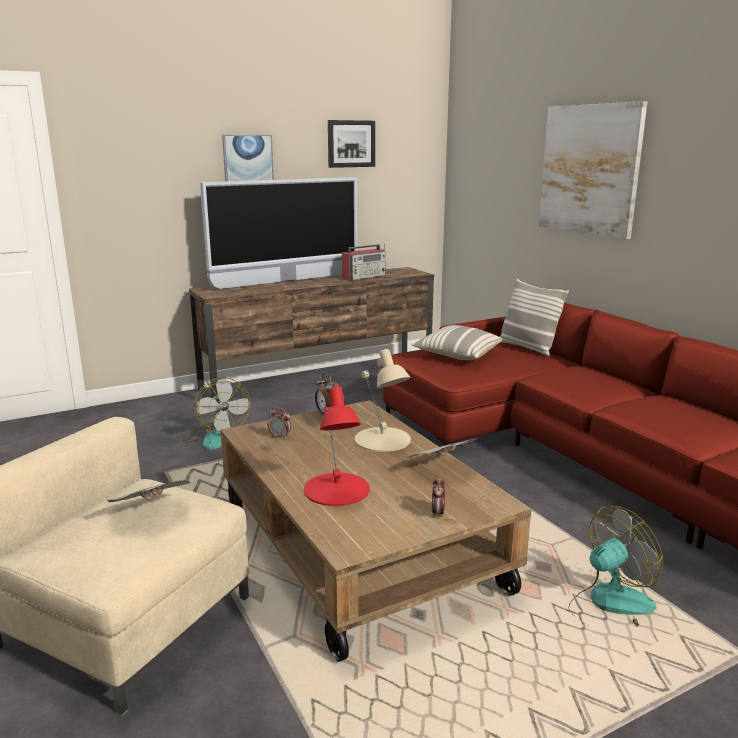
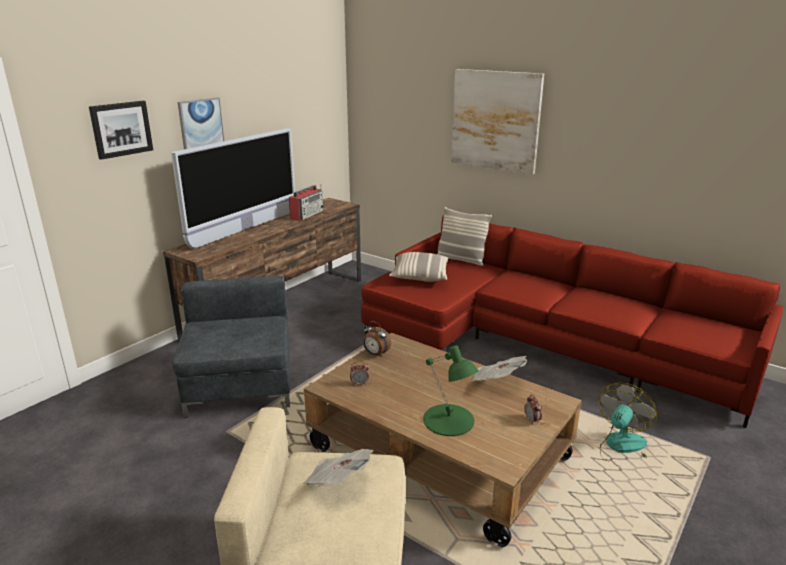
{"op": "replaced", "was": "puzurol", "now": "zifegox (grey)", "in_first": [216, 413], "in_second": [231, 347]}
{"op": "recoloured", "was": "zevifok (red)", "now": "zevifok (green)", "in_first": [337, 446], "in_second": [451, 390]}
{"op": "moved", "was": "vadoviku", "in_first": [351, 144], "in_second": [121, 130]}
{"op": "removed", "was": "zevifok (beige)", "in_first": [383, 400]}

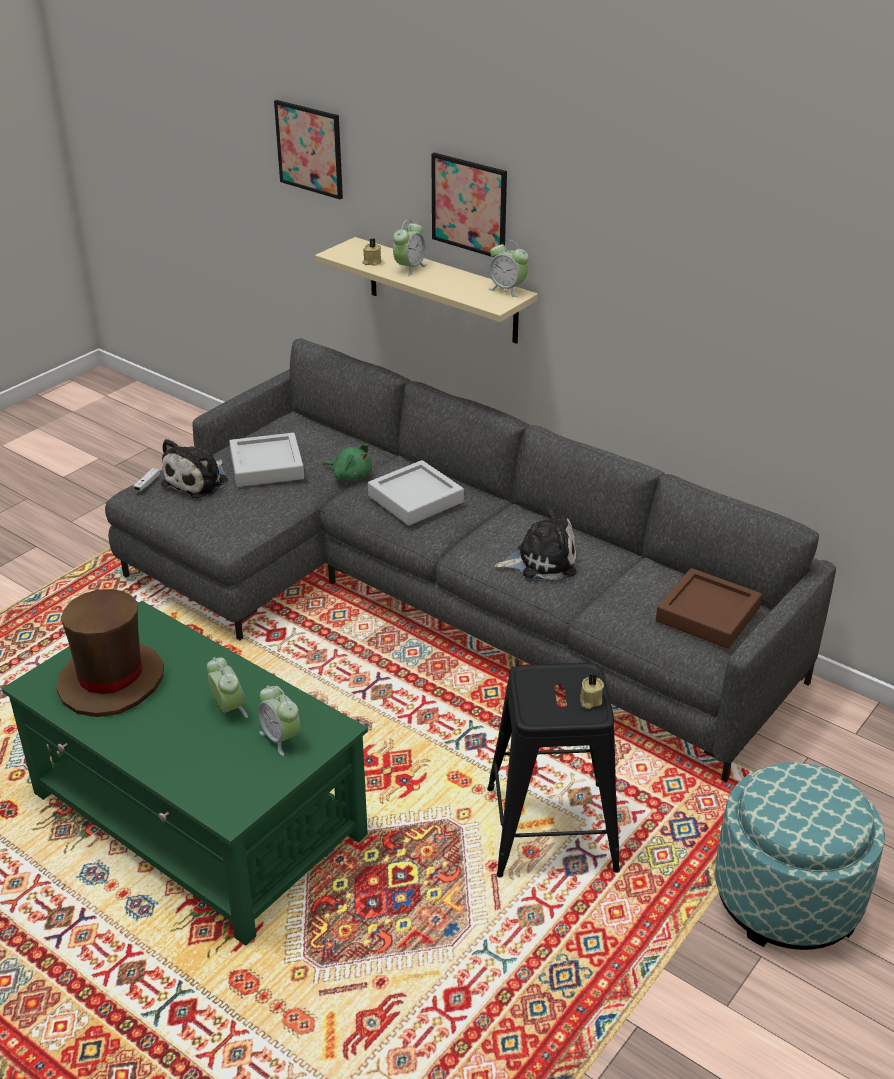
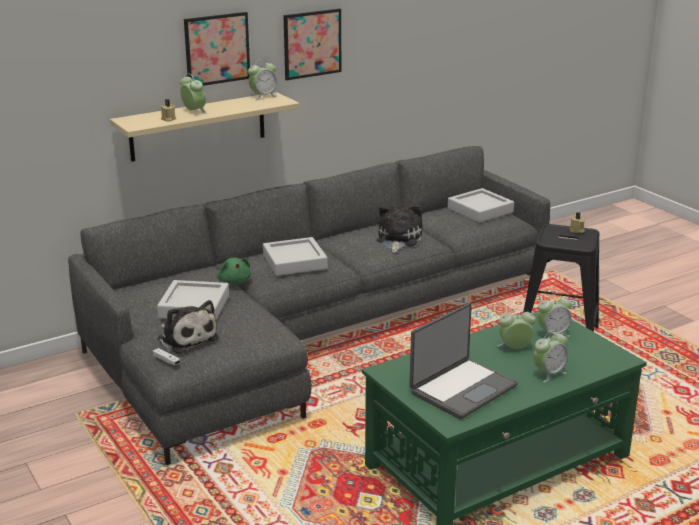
{"op": "replaced", "was": "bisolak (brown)", "now": "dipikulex", "in_first": [110, 653], "in_second": [463, 361]}
{"op": "moved", "was": "vadoviku", "in_first": [308, 149], "in_second": [312, 44]}
{"op": "turned", "was": "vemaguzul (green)", "in_first": [347, 462], "in_second": [234, 271], "clockwise": 105}
{"op": "recoloured", "was": "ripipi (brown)", "now": "ripipi (grey)", "in_first": [709, 608], "in_second": [481, 205]}
{"op": "removed", "was": "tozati", "in_first": [800, 856]}
{"op": "added", "now": "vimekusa", "in_second": [550, 356]}

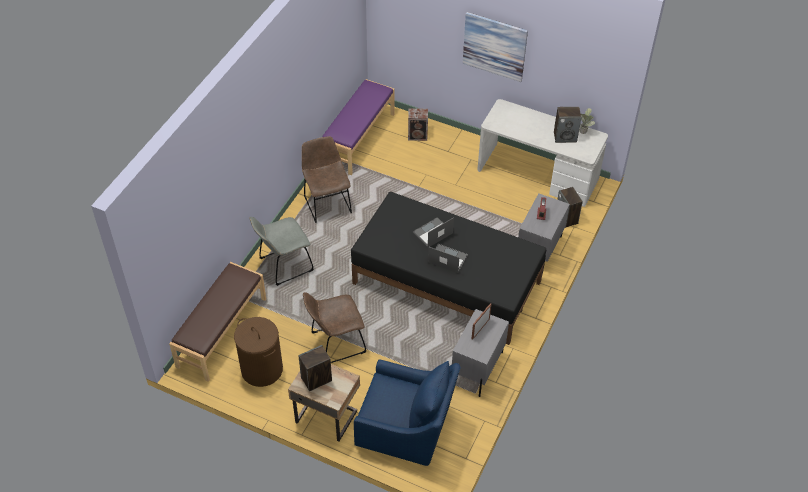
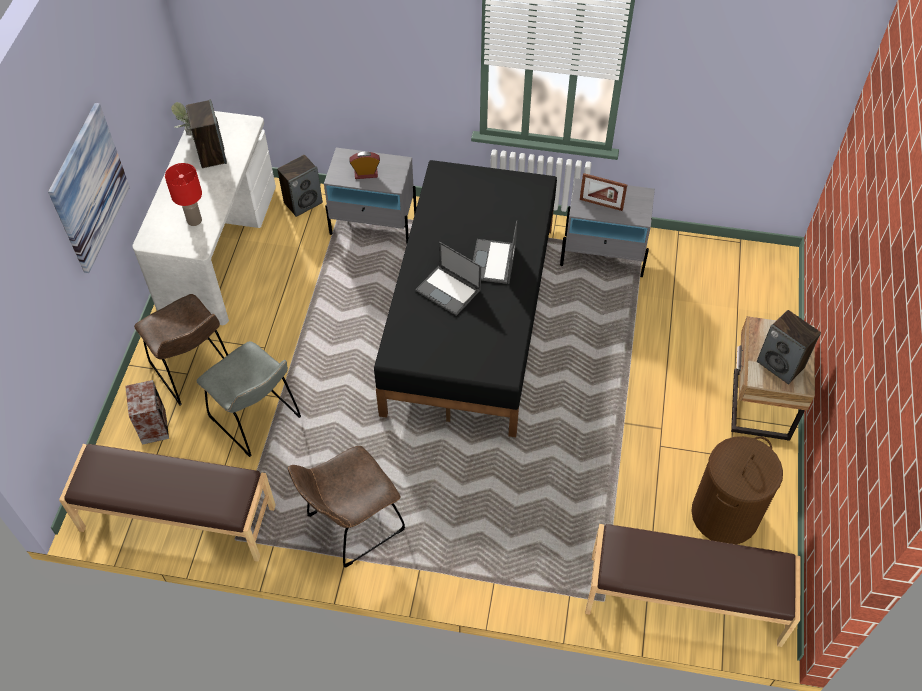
{"op": "moved", "was": "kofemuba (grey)", "in_first": [281, 251], "in_second": [249, 399]}
{"op": "moved", "was": "kofemuba (brown)", "in_first": [334, 327], "in_second": [181, 349]}
{"op": "recoloured", "was": "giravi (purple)", "now": "giravi (brown)", "in_first": [358, 127], "in_second": [167, 503]}
{"op": "removed", "was": "zifegox (blue)", "in_first": [407, 412]}
{"op": "added", "now": "zevifok (red)", "in_second": [183, 194]}

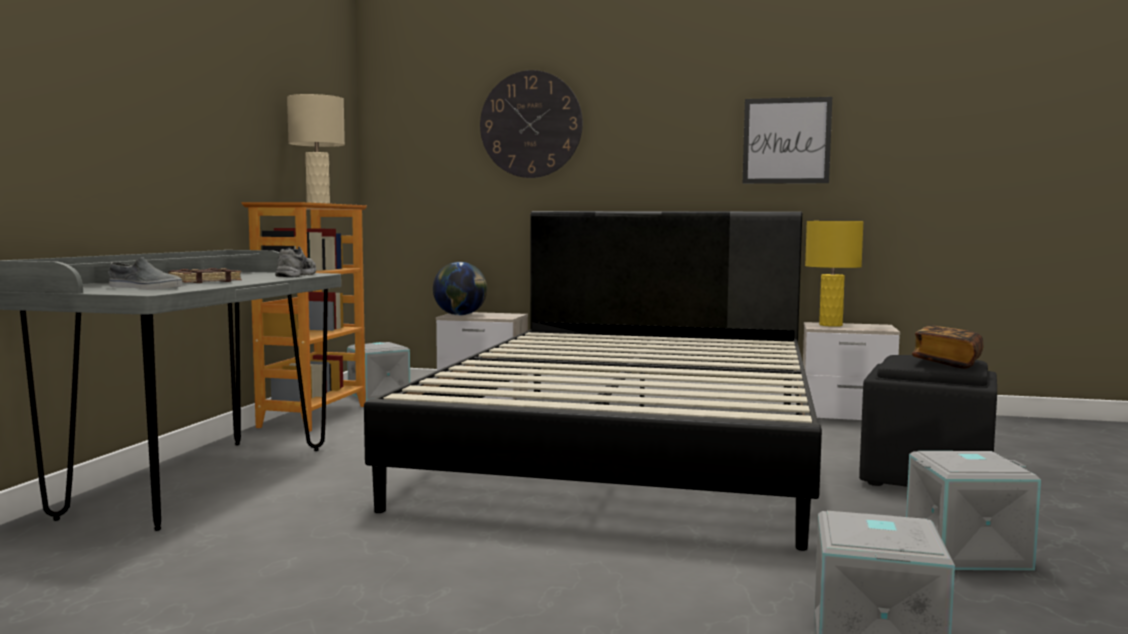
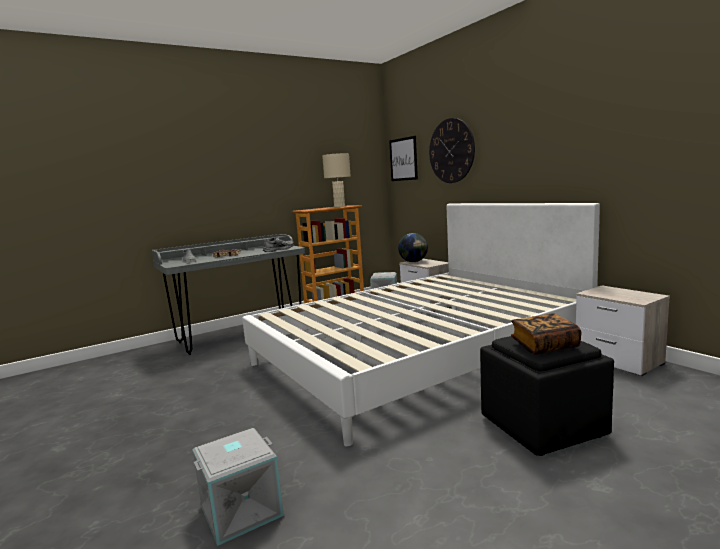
{"op": "recoloured", "was": "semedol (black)", "now": "semedol (white)", "in_first": [593, 381], "in_second": [421, 324]}
{"op": "moved", "was": "vadoviku", "in_first": [787, 140], "in_second": [403, 158]}
{"op": "removed", "was": "zevifok (yellow)", "in_first": [834, 274]}
{"op": "removed", "was": "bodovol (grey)", "in_first": [973, 511]}

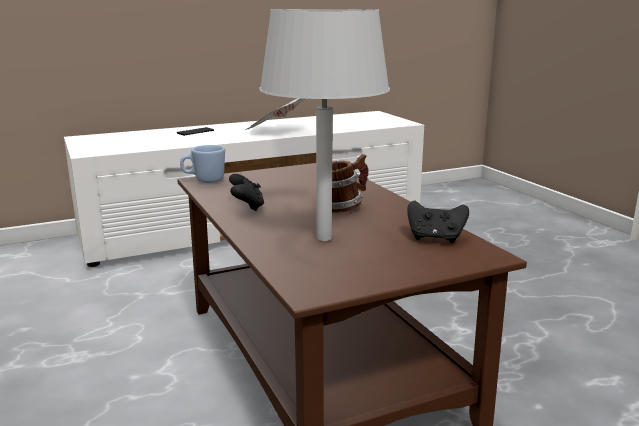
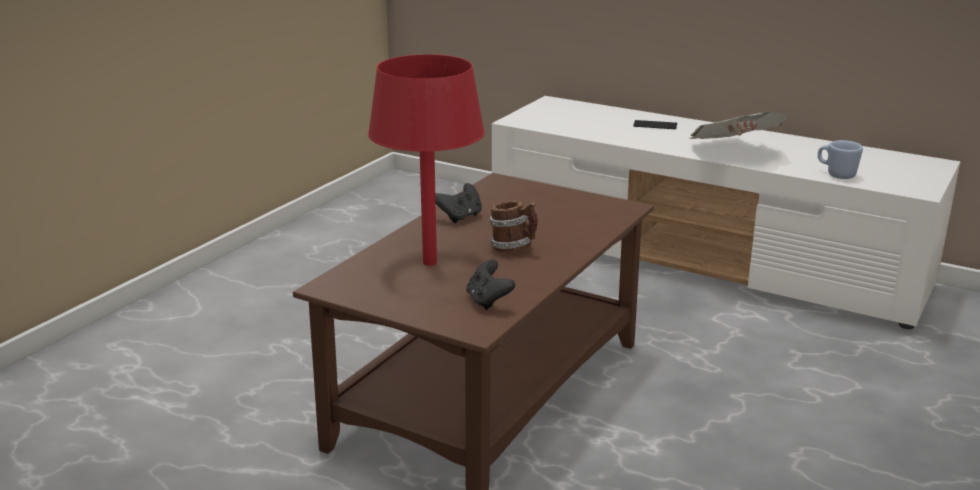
{"op": "moved", "was": "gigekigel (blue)", "in_first": [202, 164], "in_second": [840, 159]}
{"op": "recoloured", "was": "zevifok (grey)", "now": "zevifok (red)", "in_first": [324, 125], "in_second": [426, 160]}

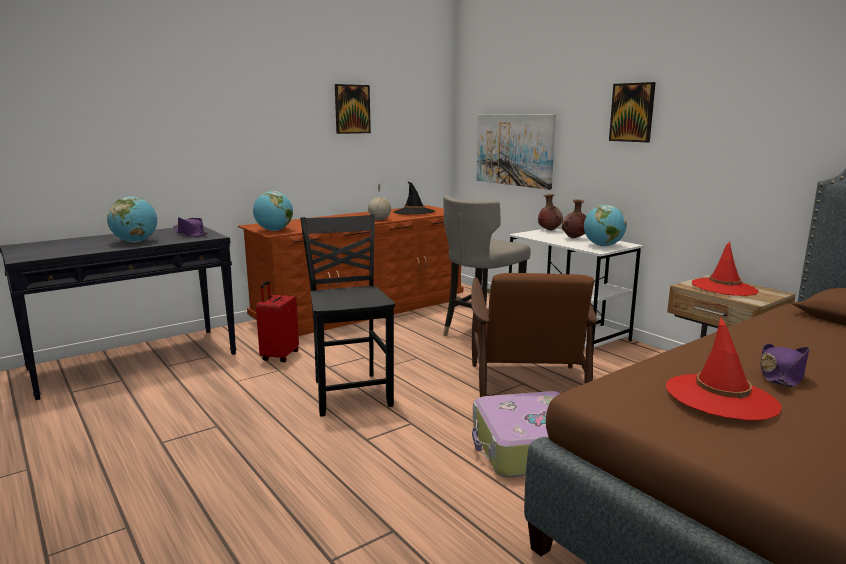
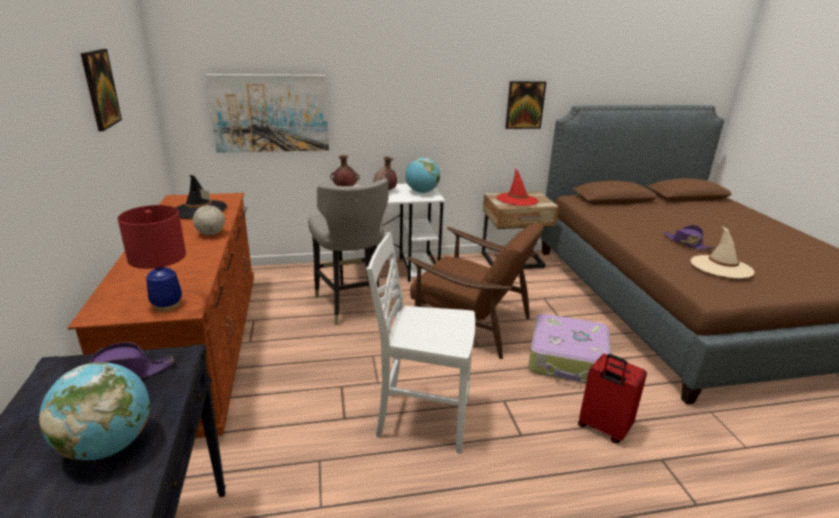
{"op": "replaced", "was": "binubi", "now": "zevifok (red)", "in_first": [273, 211], "in_second": [152, 258]}
{"op": "moved", "was": "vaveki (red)", "in_first": [277, 321], "in_second": [612, 398]}
{"op": "recoloured", "was": "kofemuba (black)", "now": "kofemuba (white)", "in_first": [347, 315], "in_second": [420, 343]}
{"op": "moved", "was": "vadoviku", "in_first": [632, 112], "in_second": [526, 105]}
{"op": "recoloured", "was": "bisolak (red)", "now": "bisolak (beige)", "in_first": [724, 368], "in_second": [722, 252]}

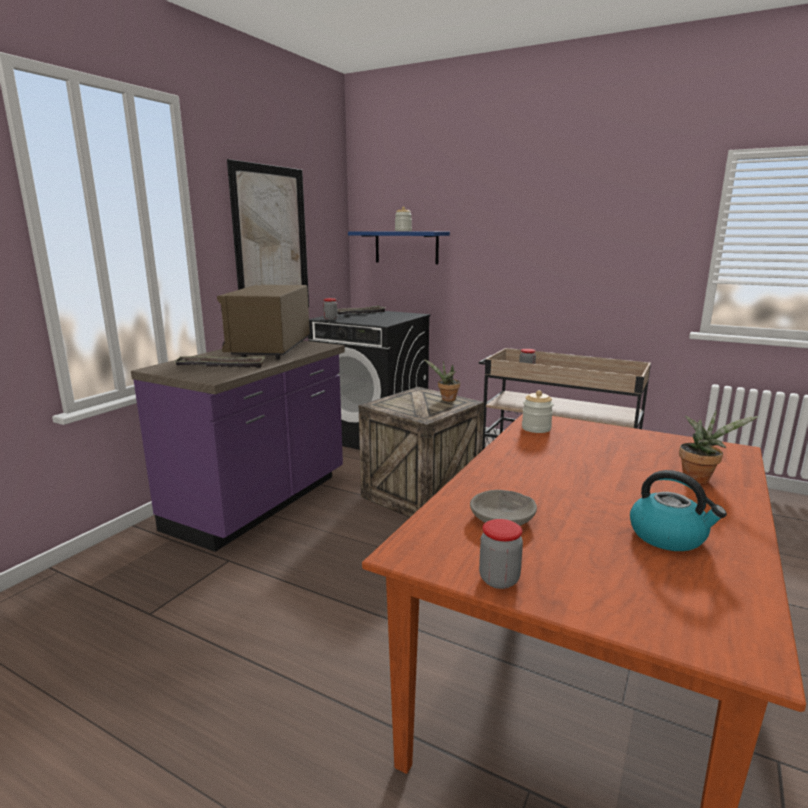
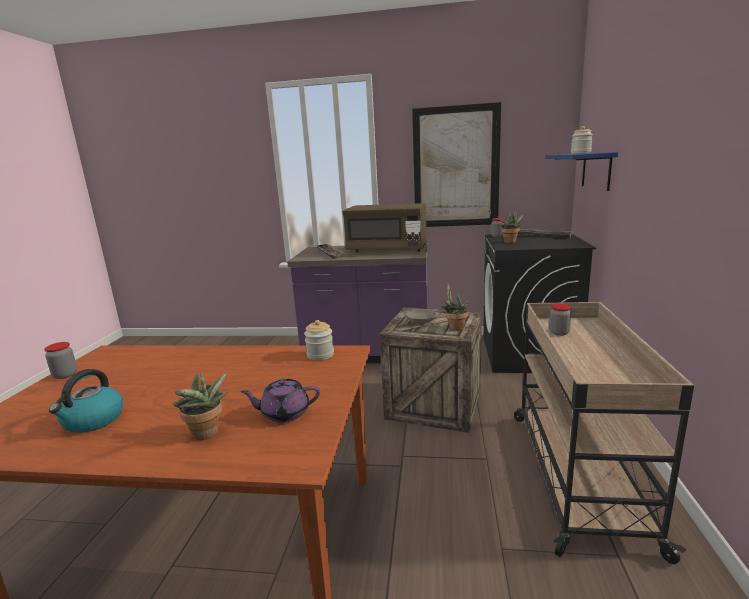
{"op": "turned", "was": "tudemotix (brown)", "in_first": [263, 322], "in_second": [384, 227], "clockwise": -150}
{"op": "moved", "was": "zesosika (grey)", "in_first": [503, 508], "in_second": [421, 316]}
{"op": "added", "now": "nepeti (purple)", "in_second": [280, 401]}
{"op": "added", "now": "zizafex", "in_second": [512, 227]}

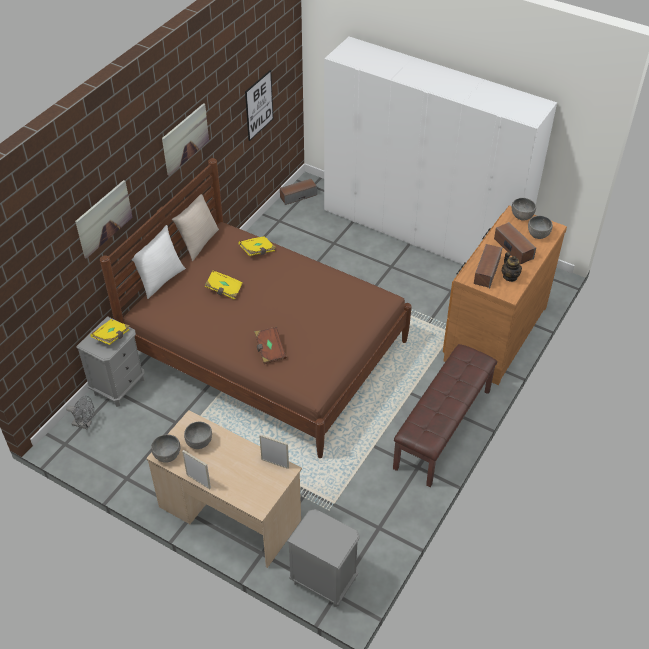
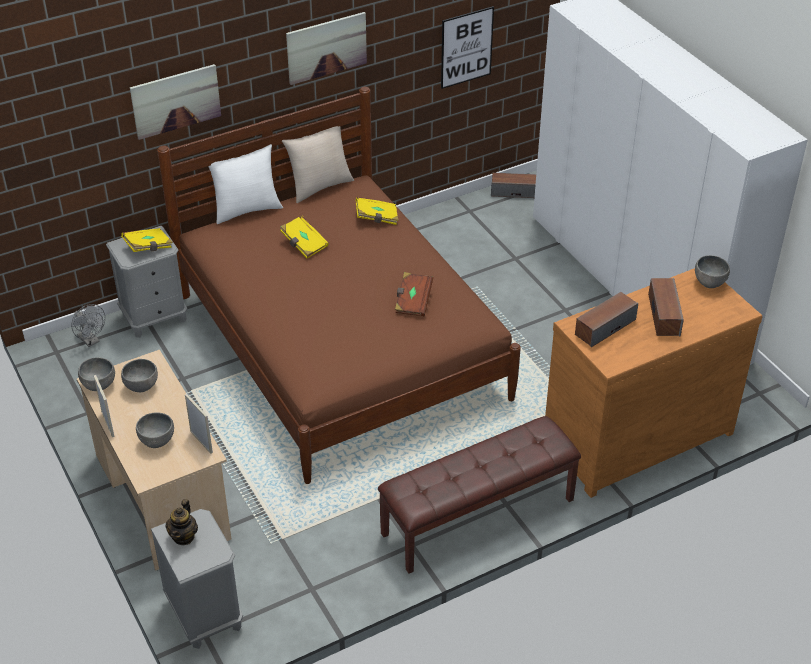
{"op": "moved", "was": "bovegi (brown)", "in_first": [270, 345], "in_second": [414, 294]}
{"op": "moved", "was": "nepeti", "in_first": [512, 267], "in_second": [182, 522]}
{"op": "moved", "was": "zesosika (grey)", "in_first": [540, 227], "in_second": [155, 430]}

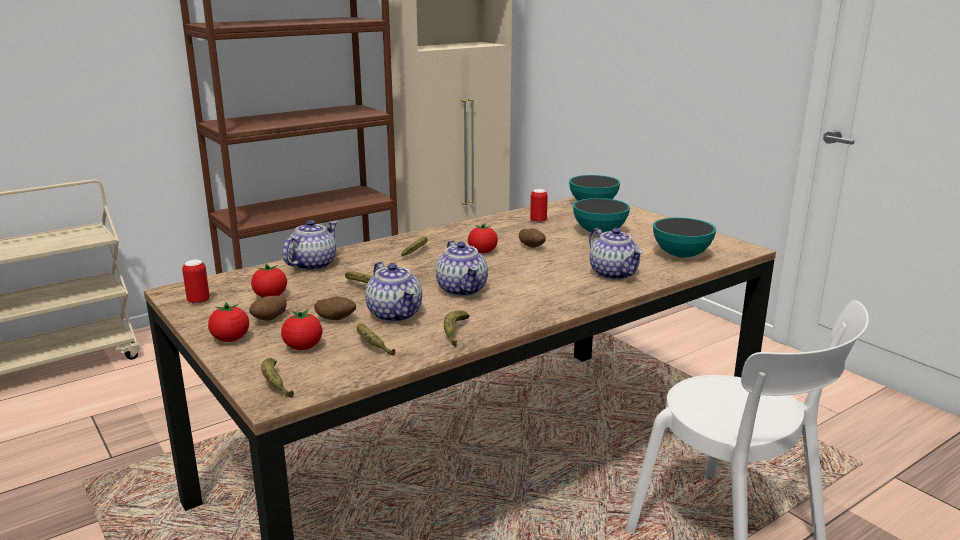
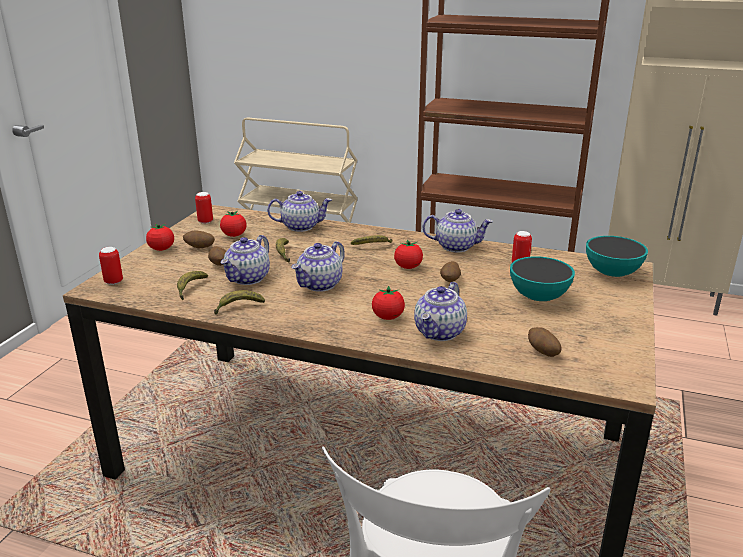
{"op": "replaced", "was": "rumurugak", "now": "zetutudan", "in_first": [277, 378], "in_second": [111, 266]}
{"op": "moved", "was": "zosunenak", "in_first": [301, 329], "in_second": [388, 303]}
{"op": "replaced", "was": "zesosika", "now": "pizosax", "in_first": [684, 237], "in_second": [544, 342]}
{"op": "added", "now": "nepeti", "in_second": [458, 230]}

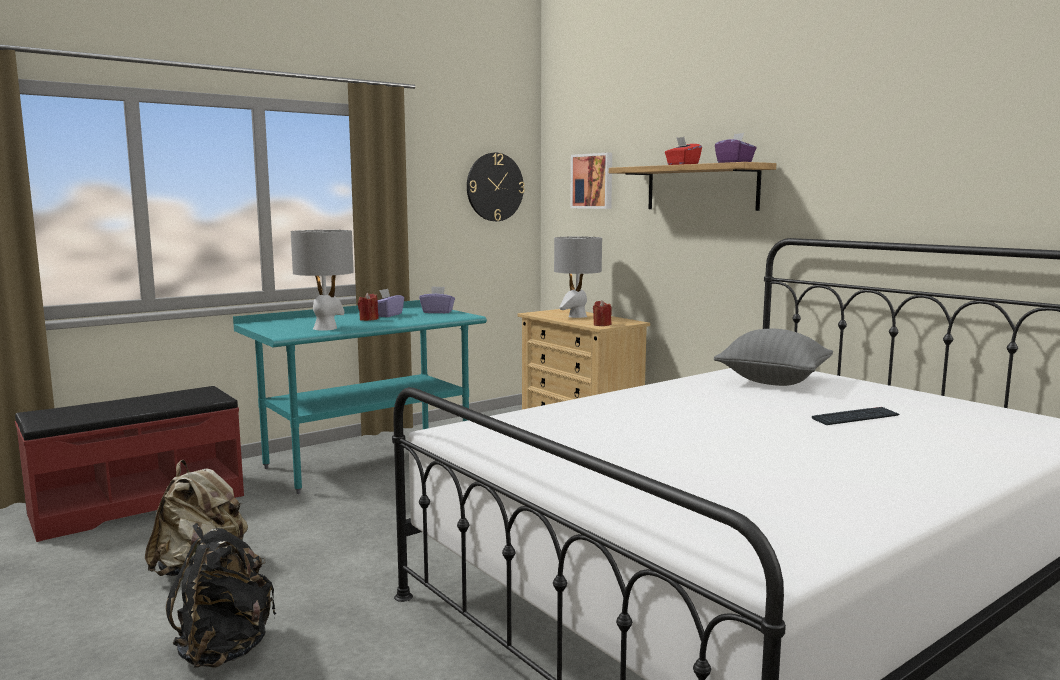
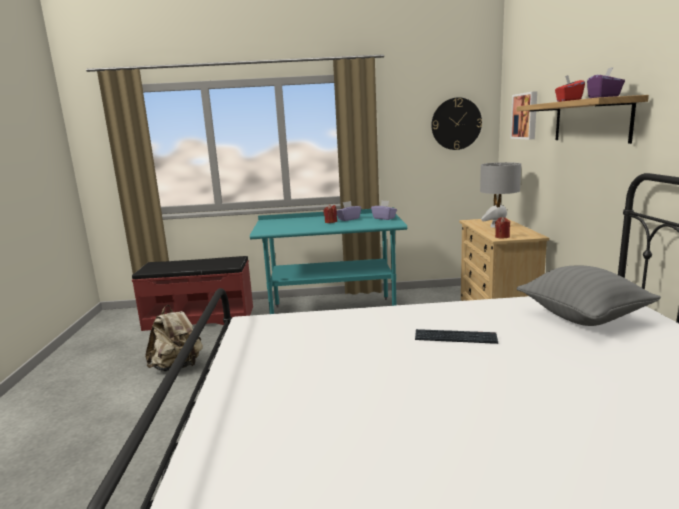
{"op": "removed", "was": "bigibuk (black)", "in_first": [221, 595]}
{"op": "removed", "was": "zevifok (grey)", "in_first": [322, 280]}
{"op": "moved", "was": "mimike", "in_first": [855, 416], "in_second": [456, 336]}

